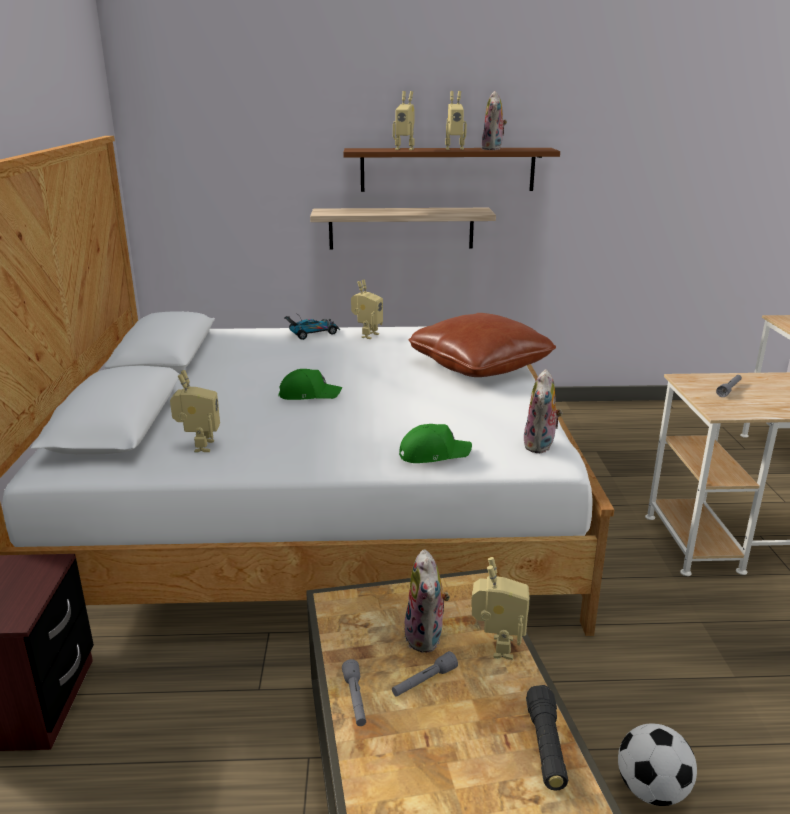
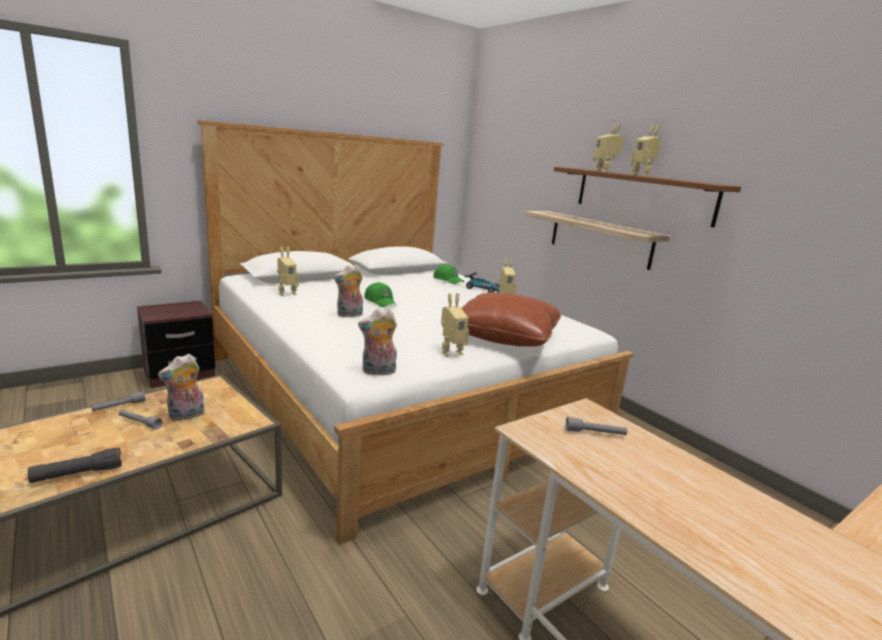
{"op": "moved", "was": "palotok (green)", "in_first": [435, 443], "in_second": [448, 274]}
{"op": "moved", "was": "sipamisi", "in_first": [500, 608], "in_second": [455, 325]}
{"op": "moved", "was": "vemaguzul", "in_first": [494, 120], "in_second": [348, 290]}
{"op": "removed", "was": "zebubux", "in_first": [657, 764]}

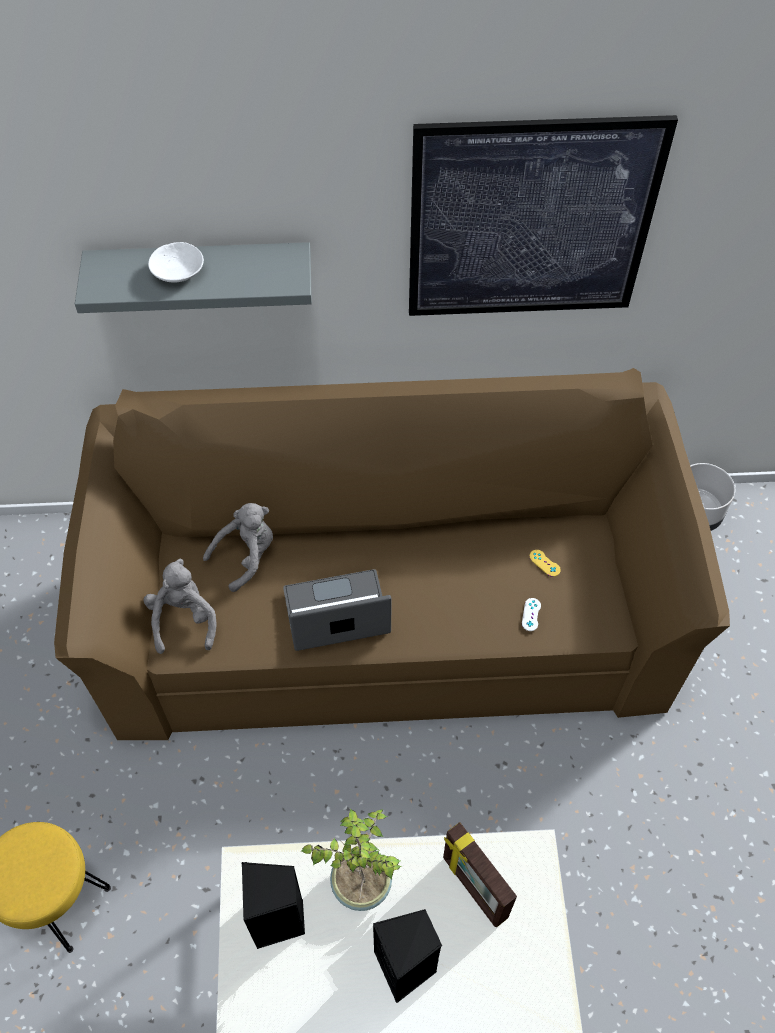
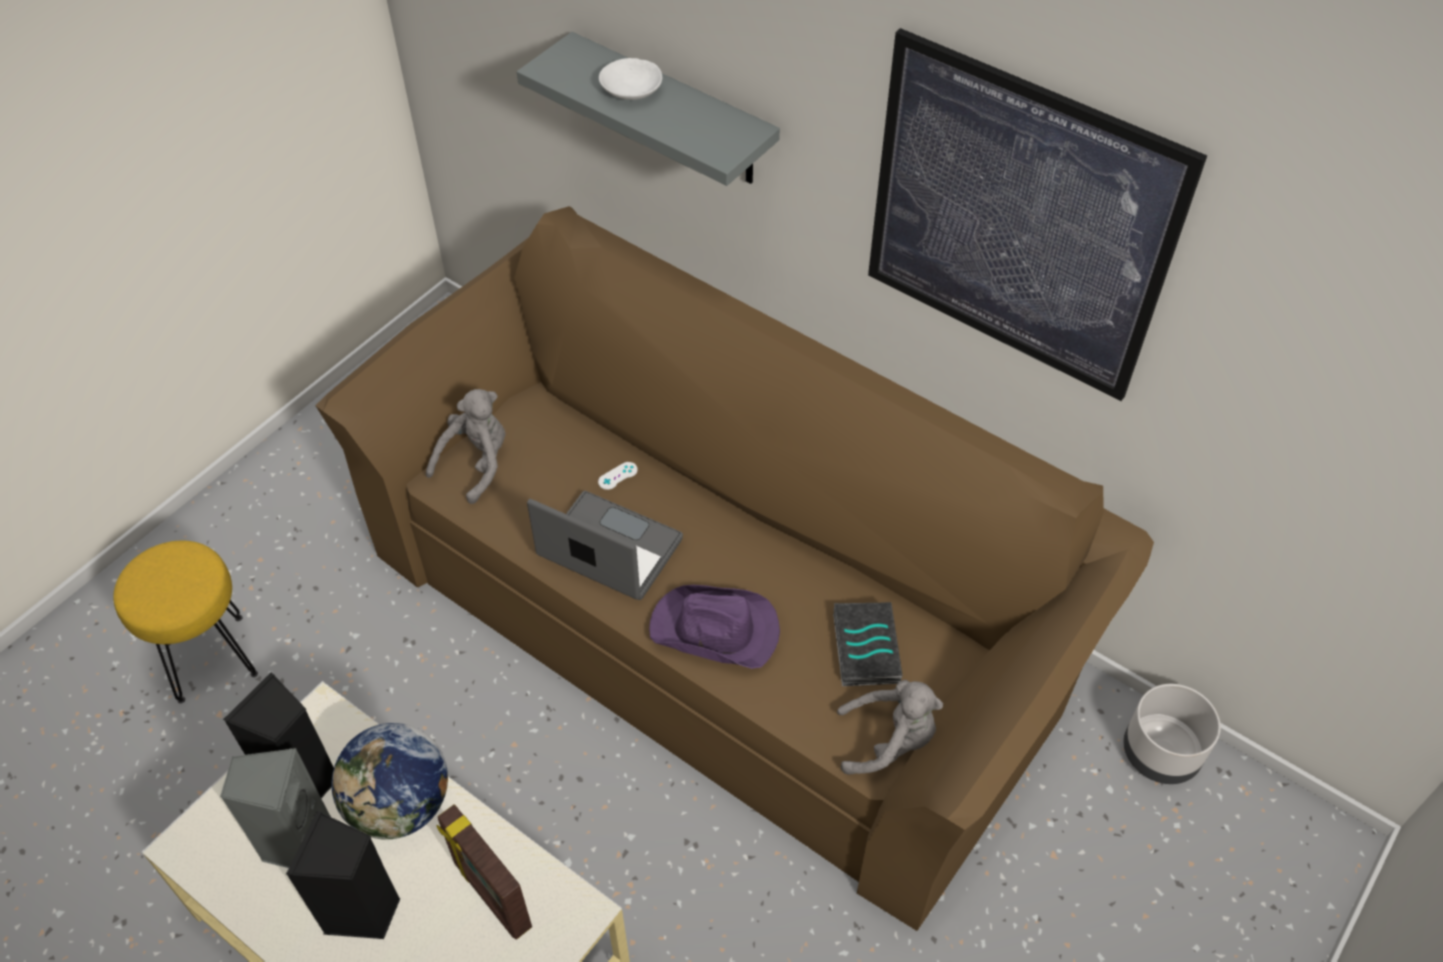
{"op": "moved", "was": "vemaguzul (grey)", "in_first": [238, 547], "in_second": [890, 727]}
{"op": "replaced", "was": "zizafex", "now": "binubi", "in_first": [351, 860], "in_second": [390, 781]}
{"op": "turned", "was": "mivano", "in_first": [480, 874], "in_second": [484, 872], "clockwise": -45}
{"op": "moved", "was": "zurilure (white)", "in_first": [531, 614], "in_second": [618, 476]}
{"op": "replaced", "was": "zurilure (yellow)", "now": "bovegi", "in_first": [545, 563], "in_second": [867, 644]}
{"op": "added", "now": "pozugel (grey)", "in_second": [275, 808]}
{"op": "added", "now": "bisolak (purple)", "in_second": [714, 627]}

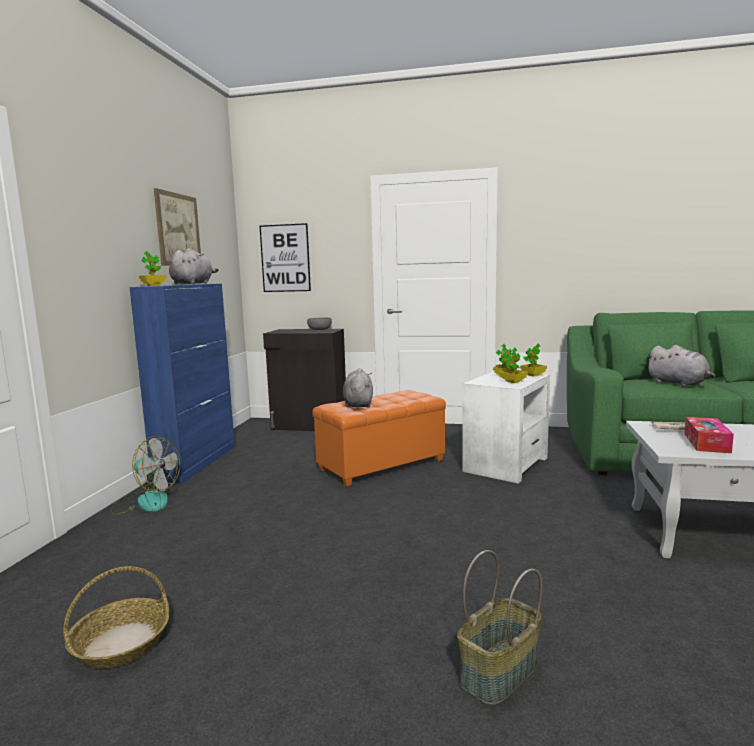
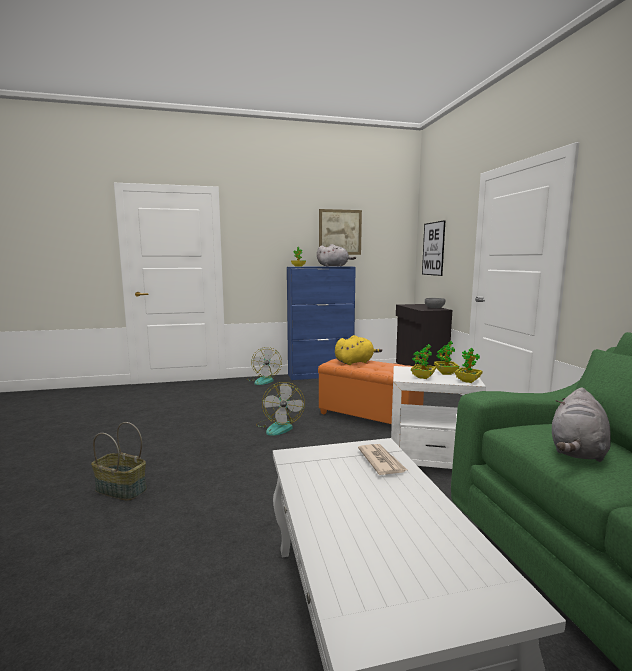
{"op": "removed", "was": "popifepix", "in_first": [116, 617]}
{"op": "recoloured", "was": "vemaguzul (grey)", "now": "vemaguzul (yellow)", "in_first": [358, 388], "in_second": [358, 350]}
{"op": "removed", "was": "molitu", "in_first": [709, 435]}
{"op": "added", "now": "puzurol", "in_second": [280, 409]}

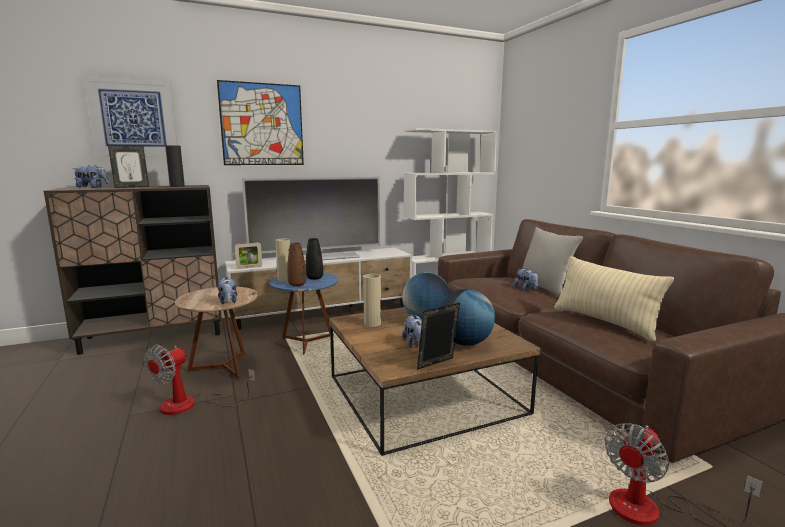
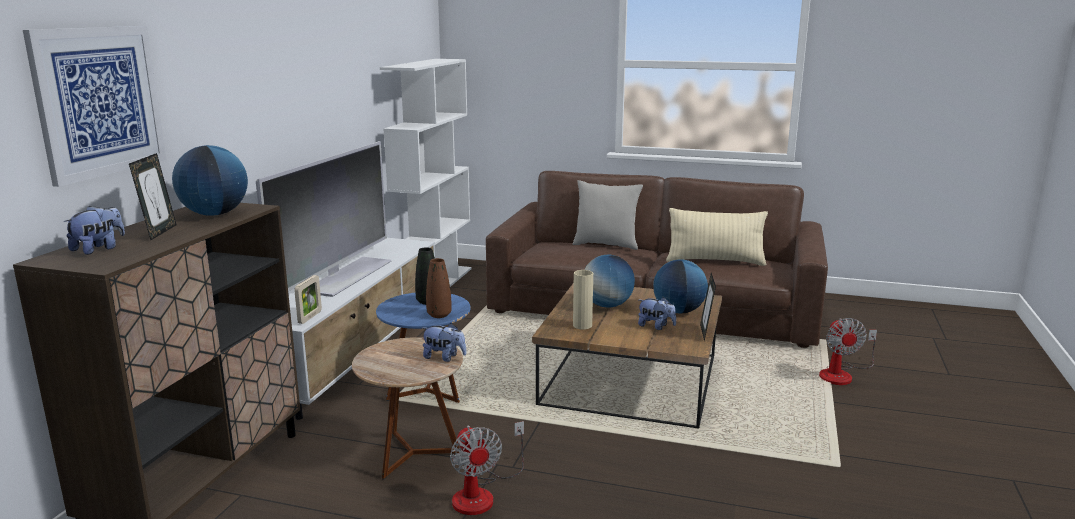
{"op": "replaced", "was": "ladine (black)", "now": "binubi", "in_first": [175, 166], "in_second": [210, 180]}
{"op": "removed", "was": "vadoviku", "in_first": [260, 122]}
{"op": "removed", "was": "ladine (beige)", "in_first": [282, 260]}
{"op": "removed", "was": "vemaguzul", "in_first": [526, 279]}

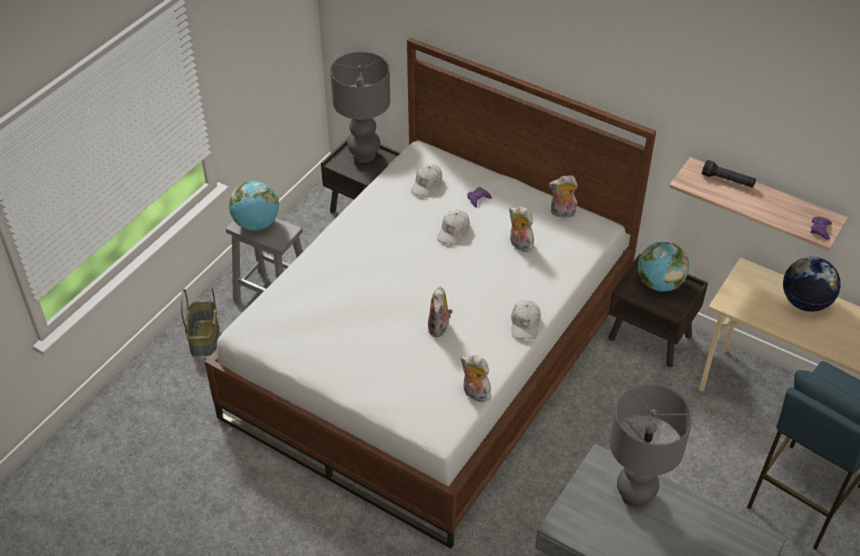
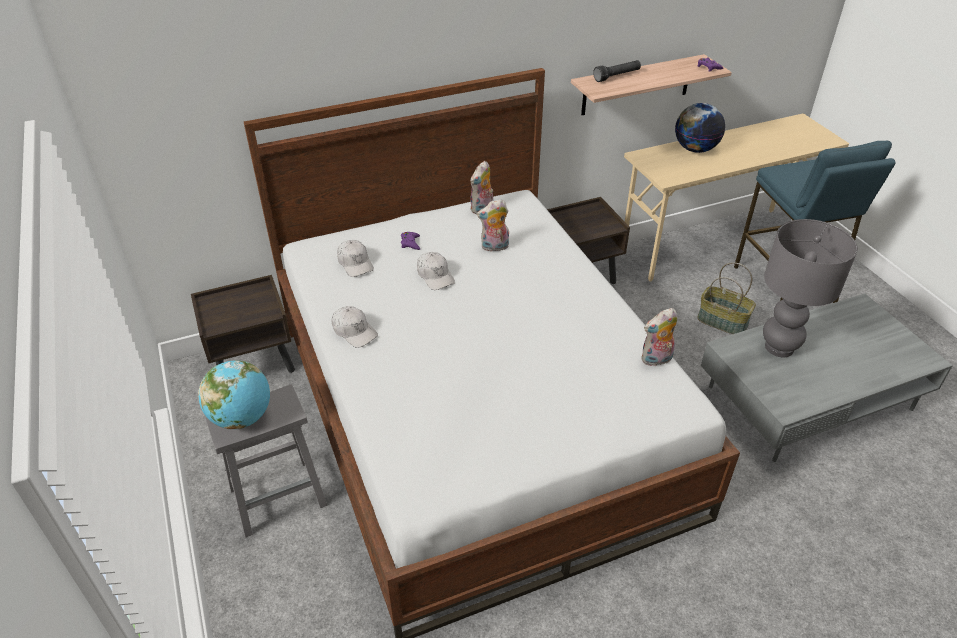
{"op": "moved", "was": "popifepix", "in_first": [200, 322], "in_second": [726, 298]}
{"op": "removed", "was": "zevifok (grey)", "in_first": [360, 107]}
{"op": "removed", "was": "vemaguzul", "in_first": [440, 312]}
{"op": "moved", "was": "palotok (white)", "in_first": [526, 320], "in_second": [354, 327]}
{"op": "removed", "was": "binubi", "in_first": [663, 266]}

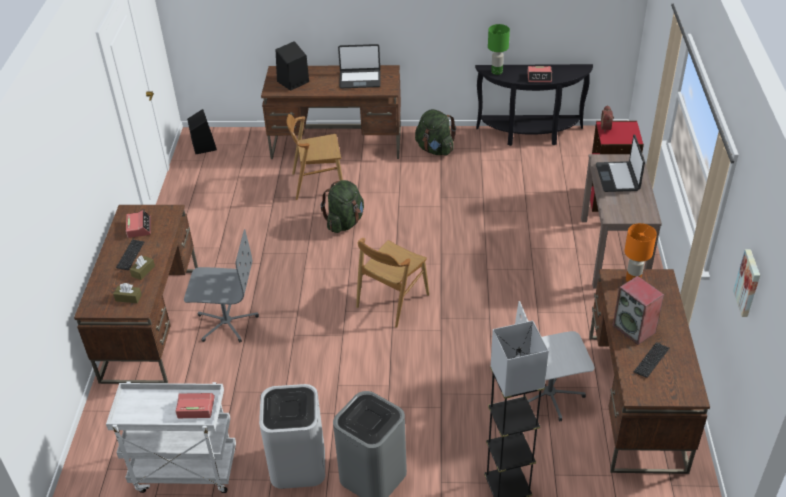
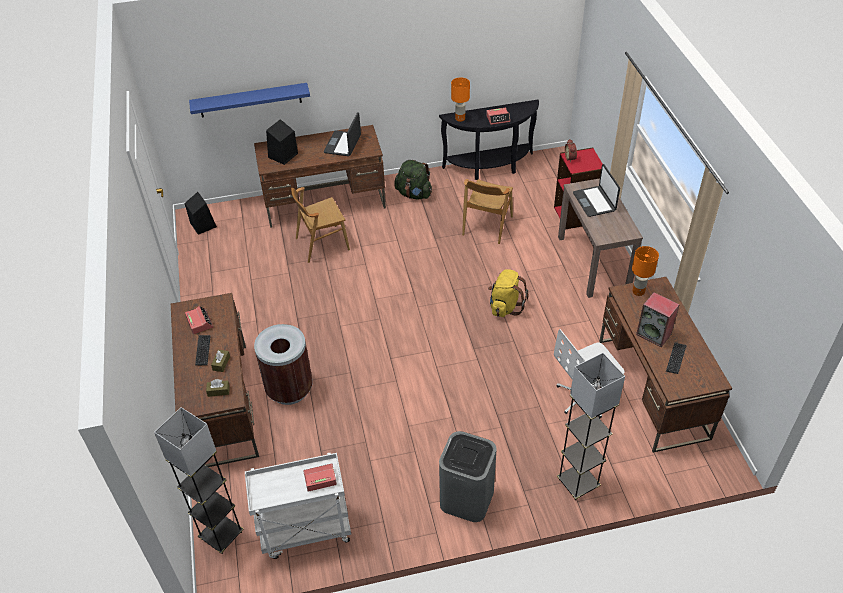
{"op": "replaced", "was": "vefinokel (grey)", "now": "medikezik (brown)", "in_first": [221, 286], "in_second": [283, 364]}
{"op": "removed", "was": "medikezik (white)", "in_first": [292, 436]}
{"op": "removed", "was": "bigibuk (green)", "in_first": [342, 206]}
{"op": "turned", "was": "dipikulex", "in_first": [359, 66], "in_second": [342, 134], "clockwise": 120}
{"op": "moved", "was": "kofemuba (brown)", "in_first": [392, 283], "in_second": [487, 211]}
{"op": "recoloured", "was": "zevifok (green)", "now": "zevifok (orange)", "in_first": [499, 49], "in_second": [460, 99]}
{"op": "removed", "was": "vadoviku", "in_first": [746, 283]}
{"op": "added", "now": "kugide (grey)", "in_second": [198, 480]}
{"op": "added", "now": "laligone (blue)", "in_second": [249, 100]}
{"op": "added", "now": "bigibuk (yellow)", "in_second": [508, 293]}

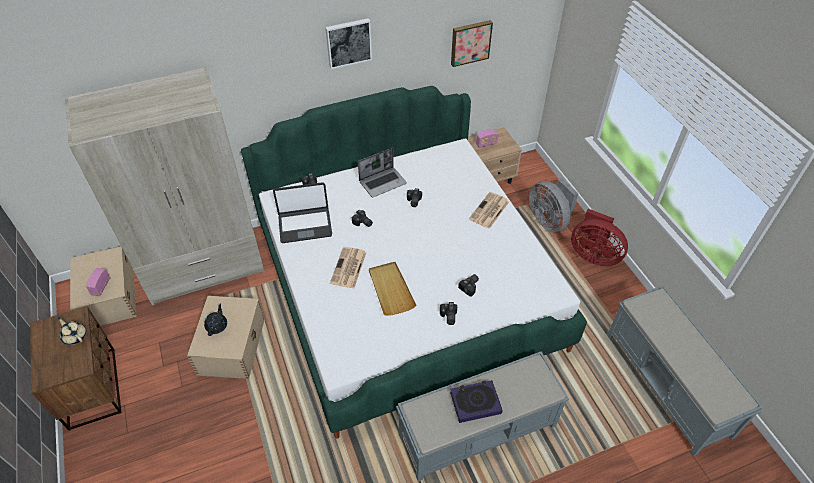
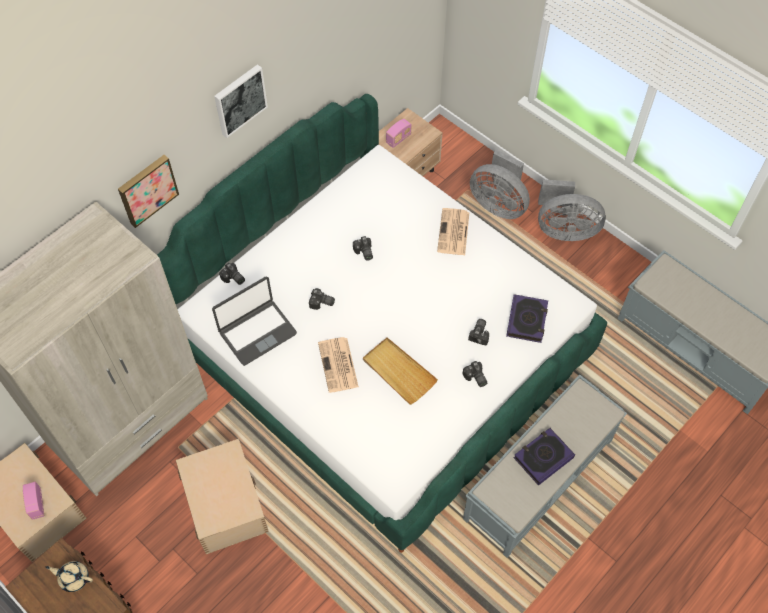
{"op": "removed", "was": "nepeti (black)", "in_first": [215, 319]}
{"op": "removed", "was": "dipikulex", "in_first": [382, 172]}
{"op": "moved", "was": "vadoviku", "in_first": [472, 43], "in_second": [148, 191]}
{"op": "recoloured", "was": "puzurol (red)", "now": "puzurol (grey)", "in_first": [599, 237], "in_second": [572, 210]}
{"op": "added", "now": "bovegi", "in_second": [527, 318]}

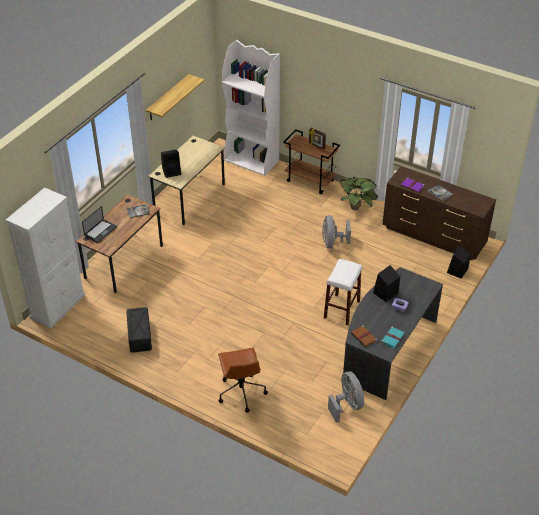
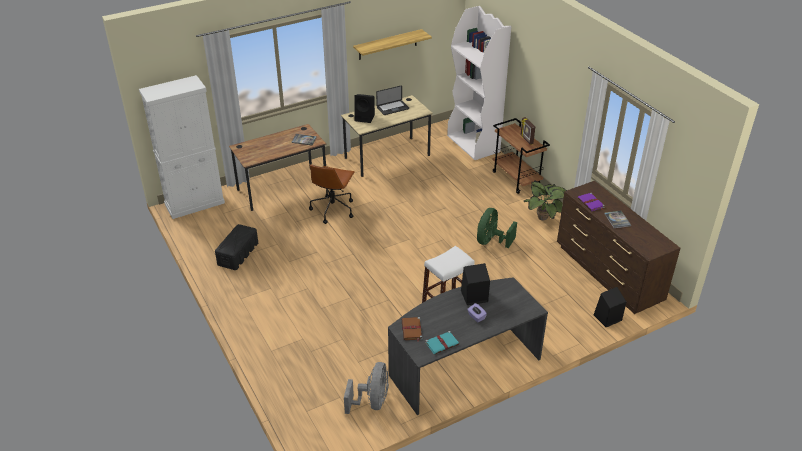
{"op": "moved", "was": "dipikulex", "in_first": [99, 224], "in_second": [392, 100]}
{"op": "moved", "was": "vefinokel (brown)", "in_first": [243, 380], "in_second": [332, 194]}
{"op": "recoloured", "was": "puzurol (grey)", "now": "puzurol (green)", "in_first": [336, 232], "in_second": [497, 228]}

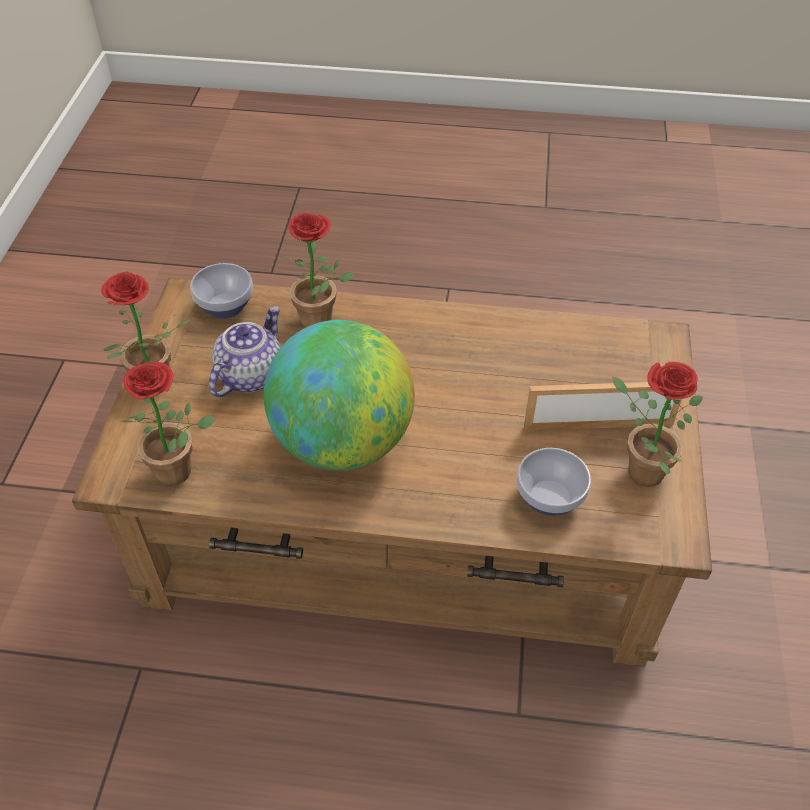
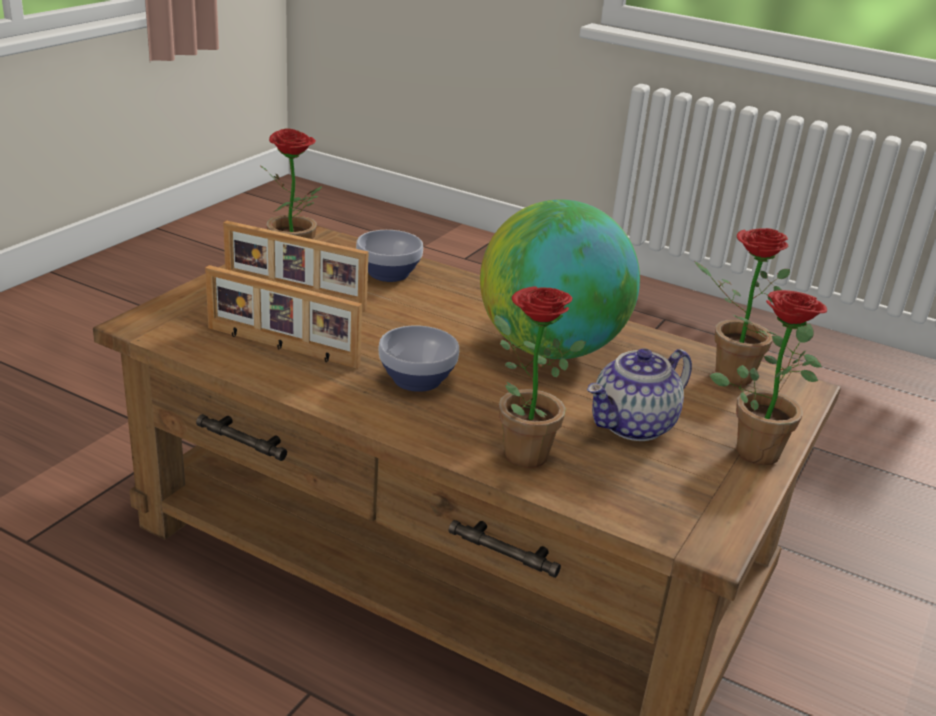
{"op": "moved", "was": "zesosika", "in_first": [221, 291], "in_second": [418, 359]}
{"op": "added", "now": "mivano", "in_second": [283, 317]}

